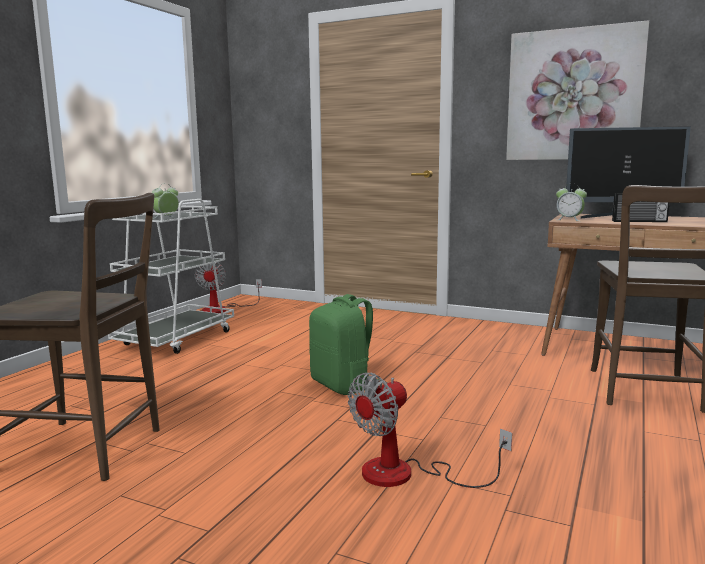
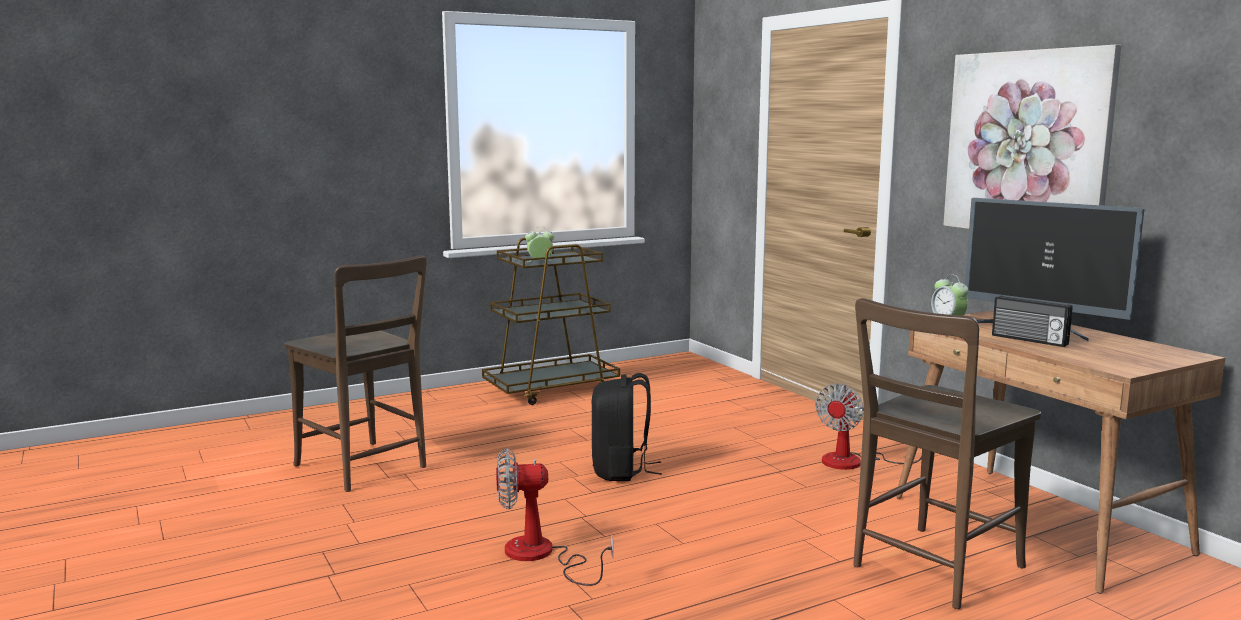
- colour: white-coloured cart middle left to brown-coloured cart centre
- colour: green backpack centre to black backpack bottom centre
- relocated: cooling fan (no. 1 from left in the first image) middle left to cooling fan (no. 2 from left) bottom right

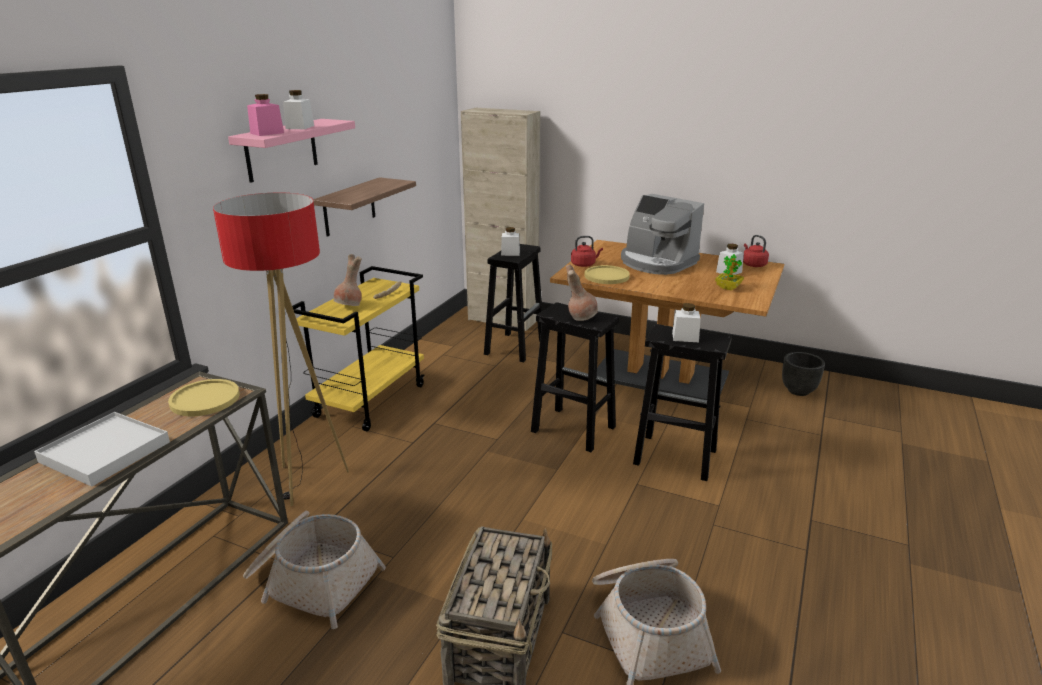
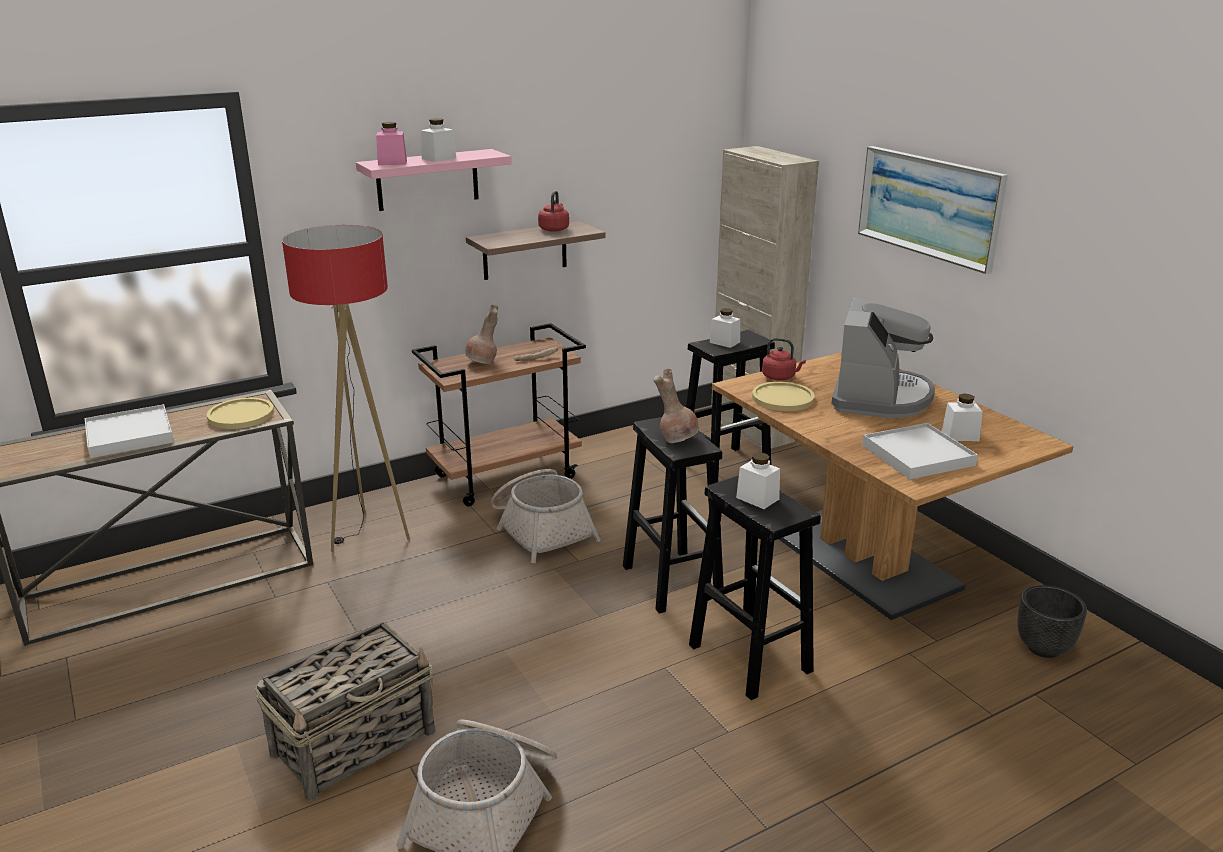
- colour: yellow-coloured cart centre to brown-coloured cart centre
- relocated: basket (no. 1 from left in the first image) bottom left to basket (no. 3 from left) centre
- relocated: red kettle (no. 2 from left in the first image) middle right to red kettle (no. 1 from left) top centre
- spun: coffee brewer centre = middle right 150 degrees counterclockwise
- appeared: wall picture top right
- exchanged: potted plant middle right to white-coloured tray (no. 2 from left) middle right

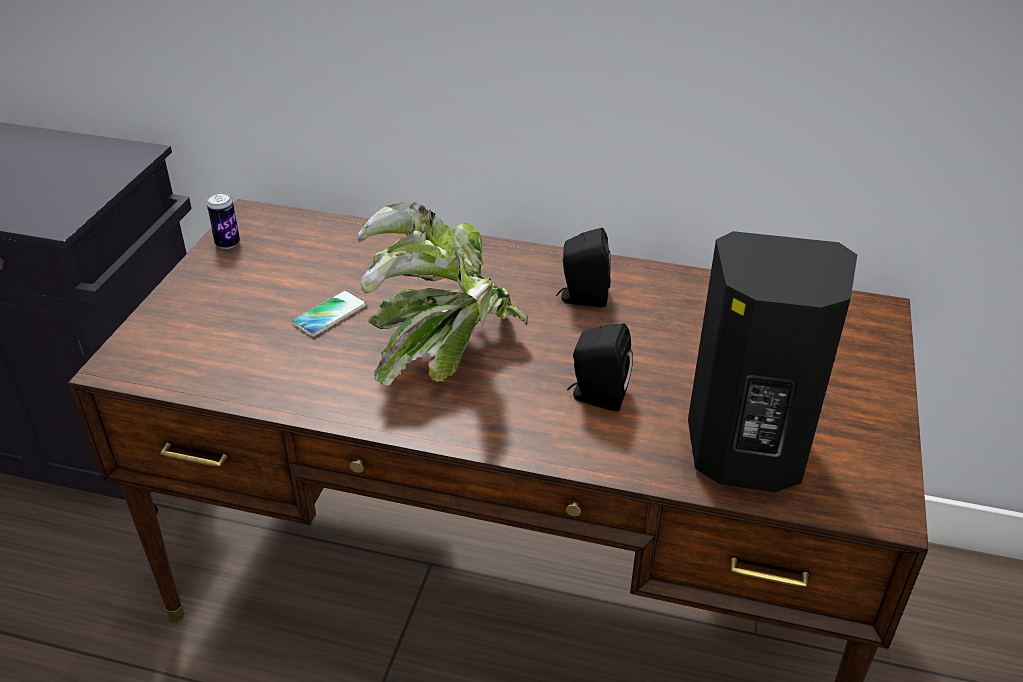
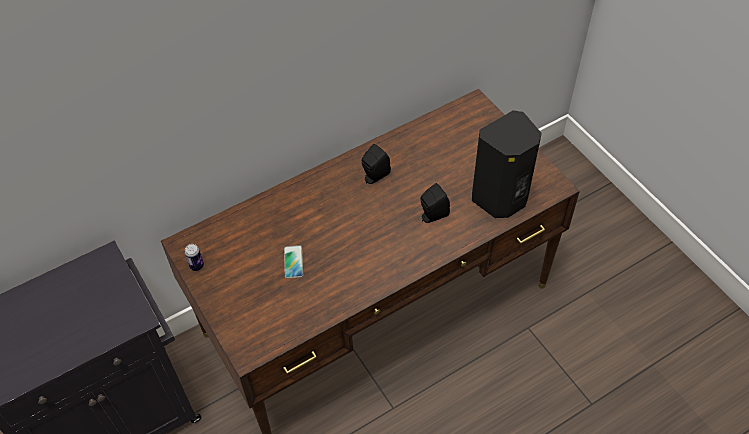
- missing: potted plant centre

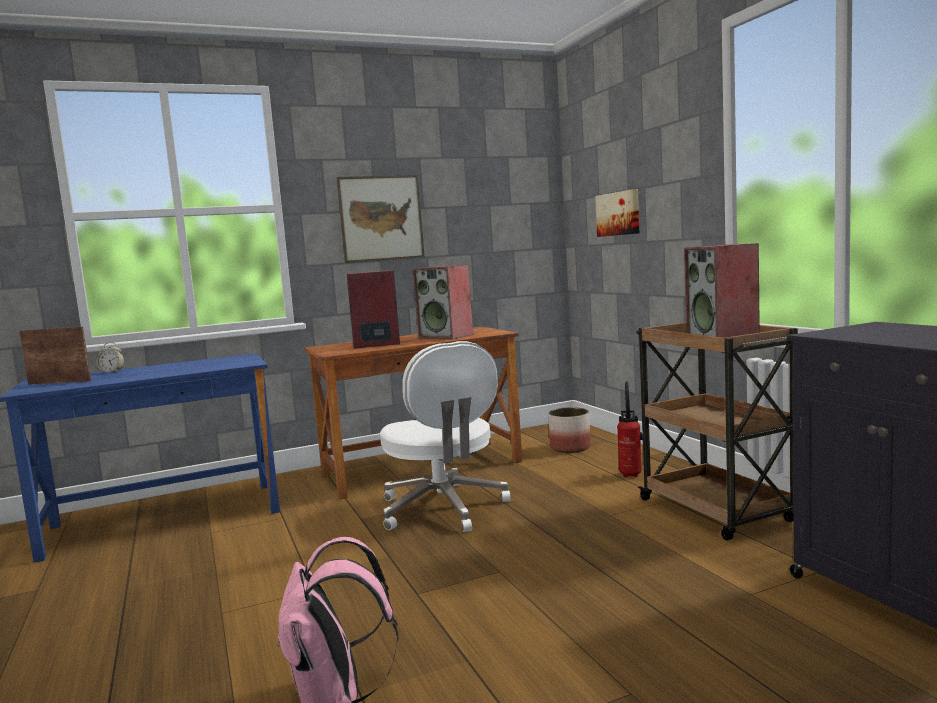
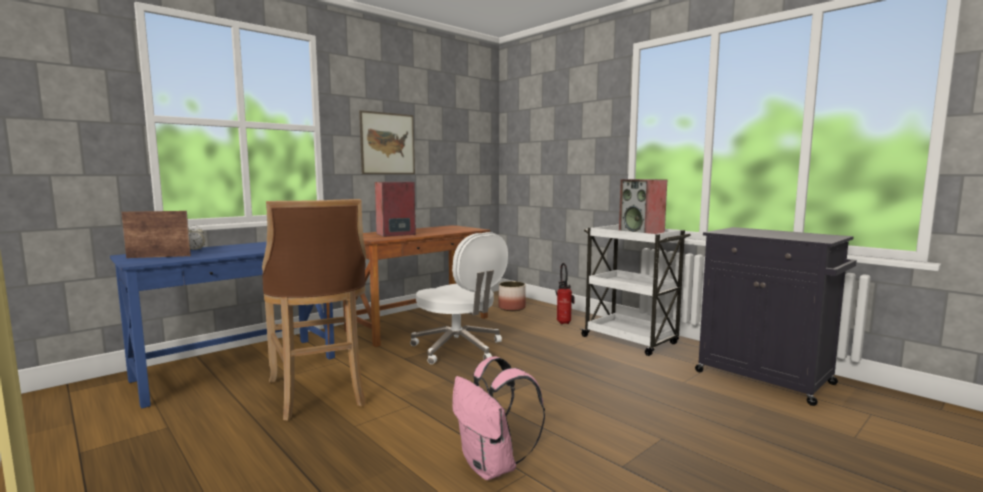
- appeared: brown-coloured sitting stool middle left
- colour: brown-coloured cart middle right to white-coloured cart centre
- missing: speaker (no. 2 from left) centre
- missing: wall picture (no. 2 from left) top centre

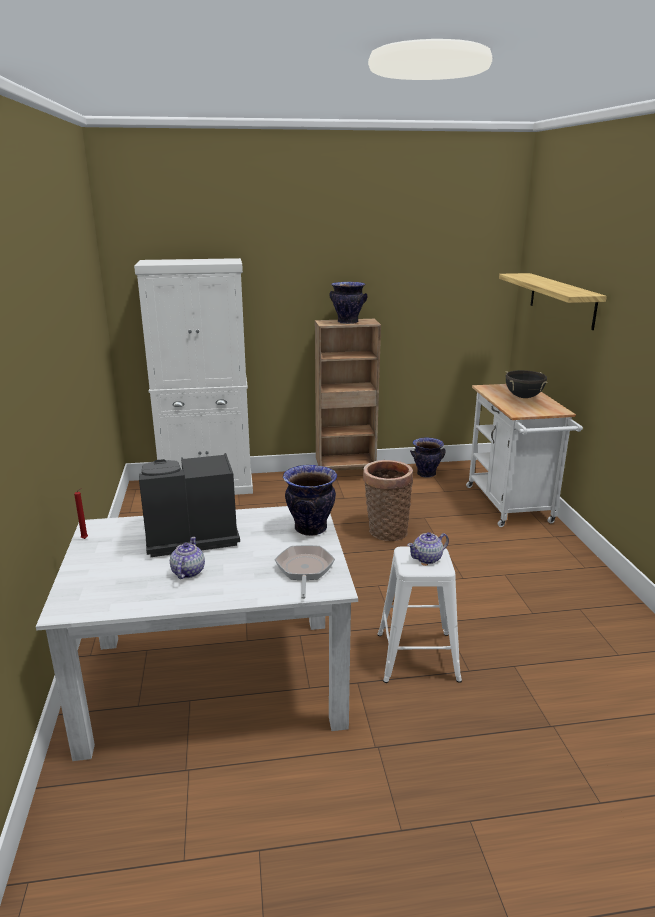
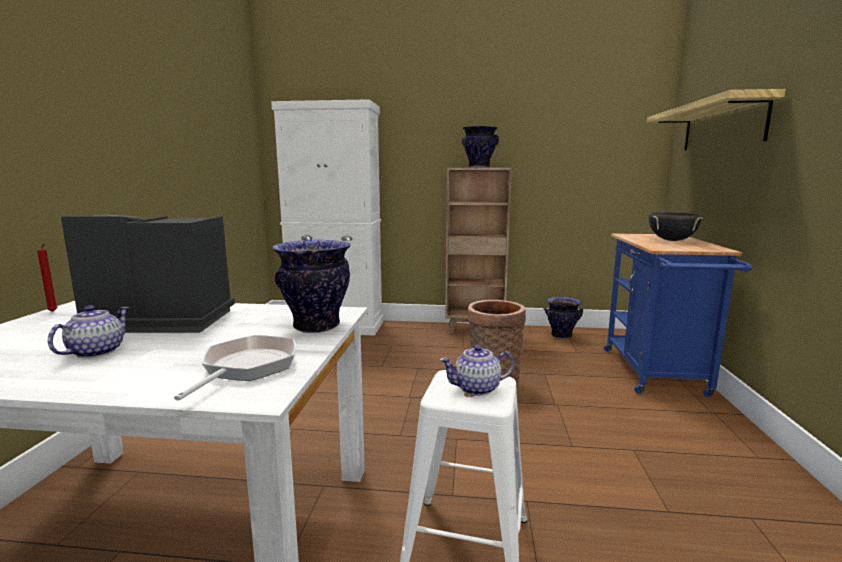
- colour: white-coloured cart middle right to blue-coloured cart middle right

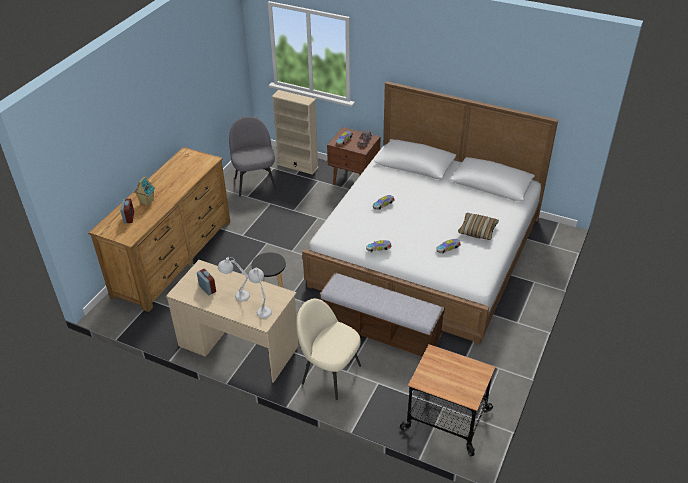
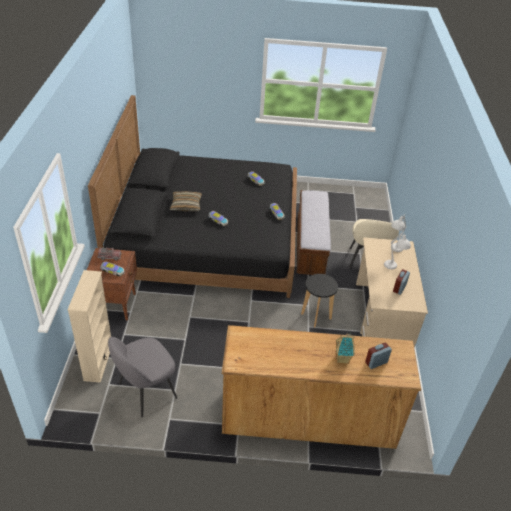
- colour: white-coloured bedroom bed centre to black bedroom bed centre
- relocated: cushion middle right to centre
- missing: cart bottom centre

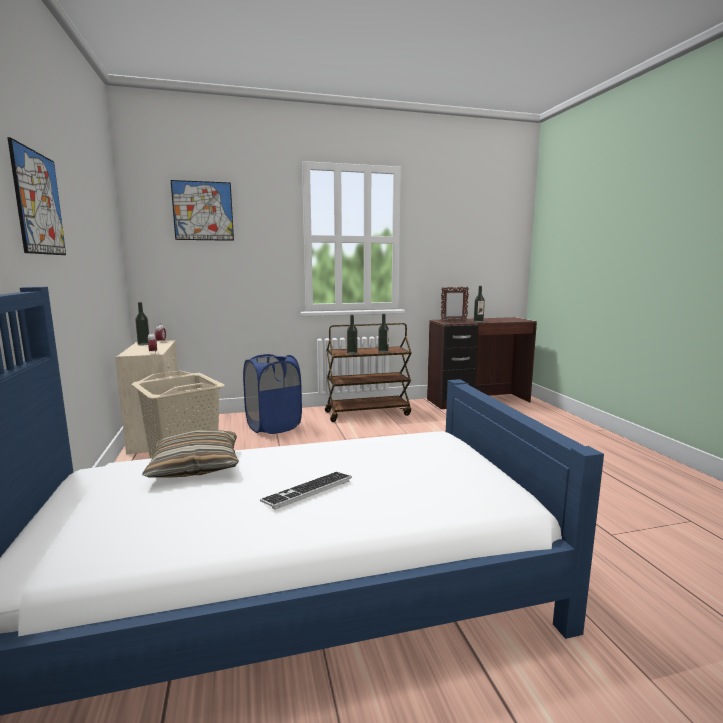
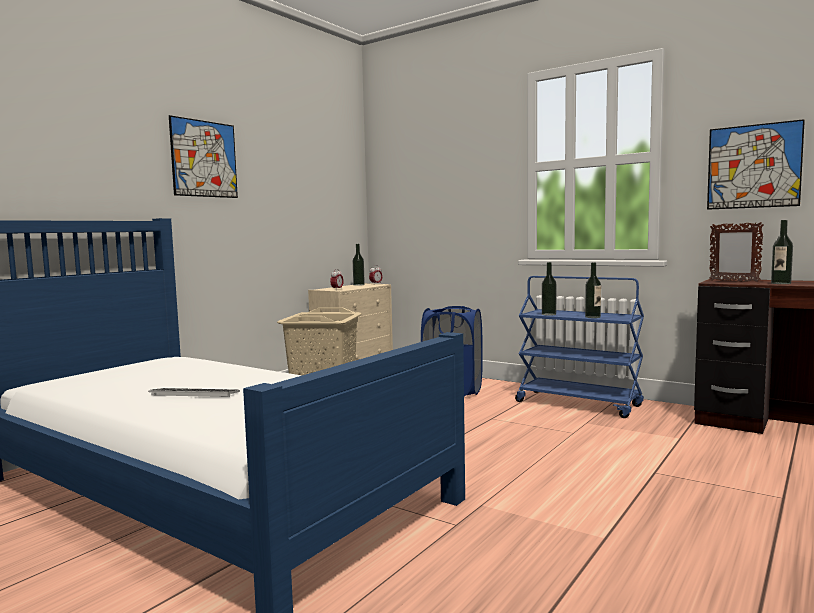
- colour: brown-coloured cart centre to blue-coloured cart middle right
- relocated: wall picture (no. 2 from left) top left to top right
- missing: cushion middle left

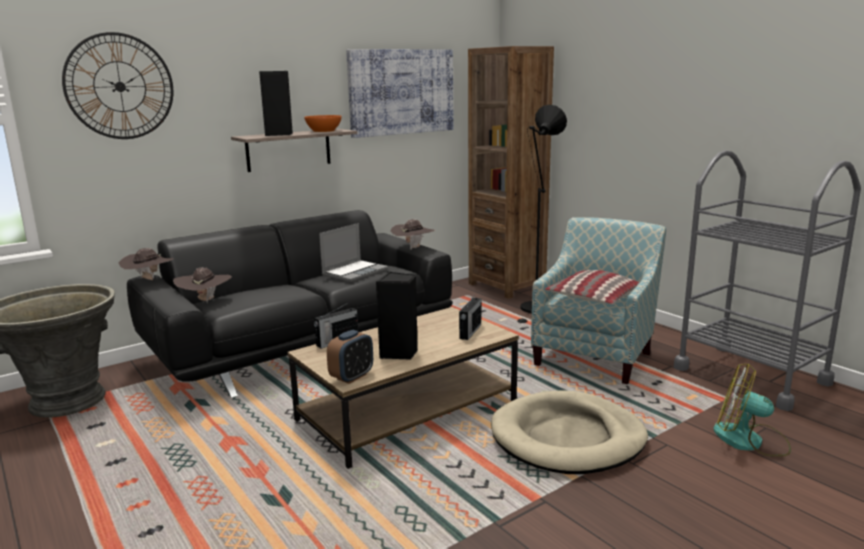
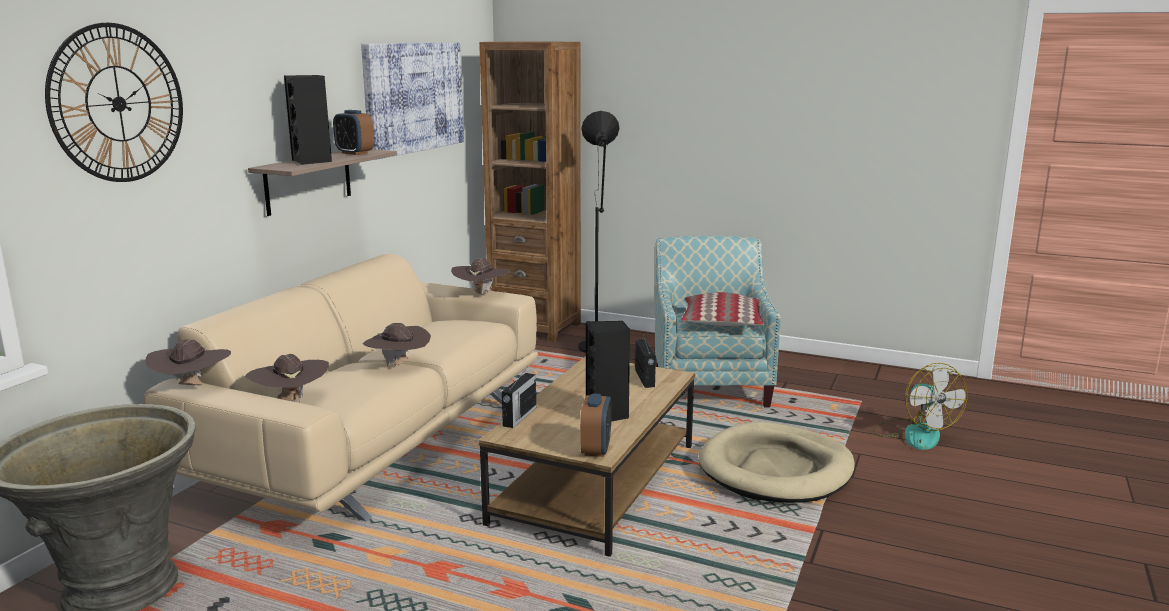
- colour: black couch centre to beige couch middle left
- exchanged: orange-coloured bowl top centre to table clock (no. 1 from left) top left
- appeared: brown-coloured hat (no. 3 from left) centre
- spun: cooling fan bottom right = middle right 105 degrees counterclockwise
- missing: notebook computer centre
- missing: greyish cart middle right

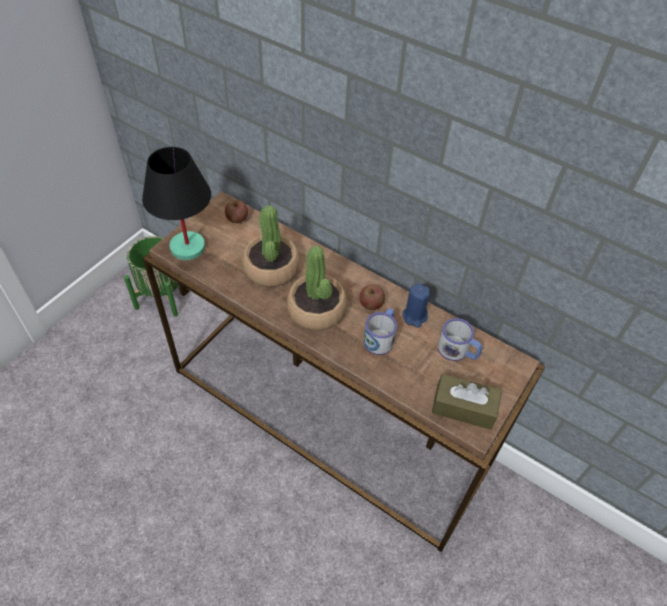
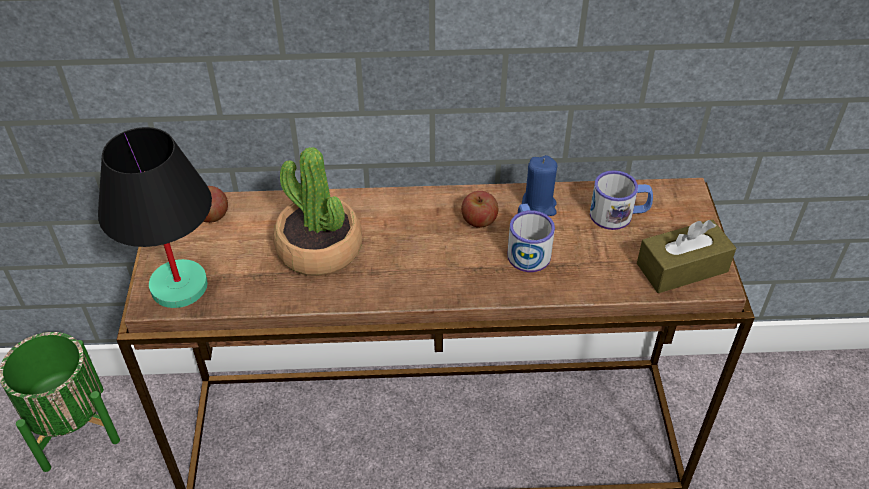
- missing: potted plant (no. 2 from left) centre

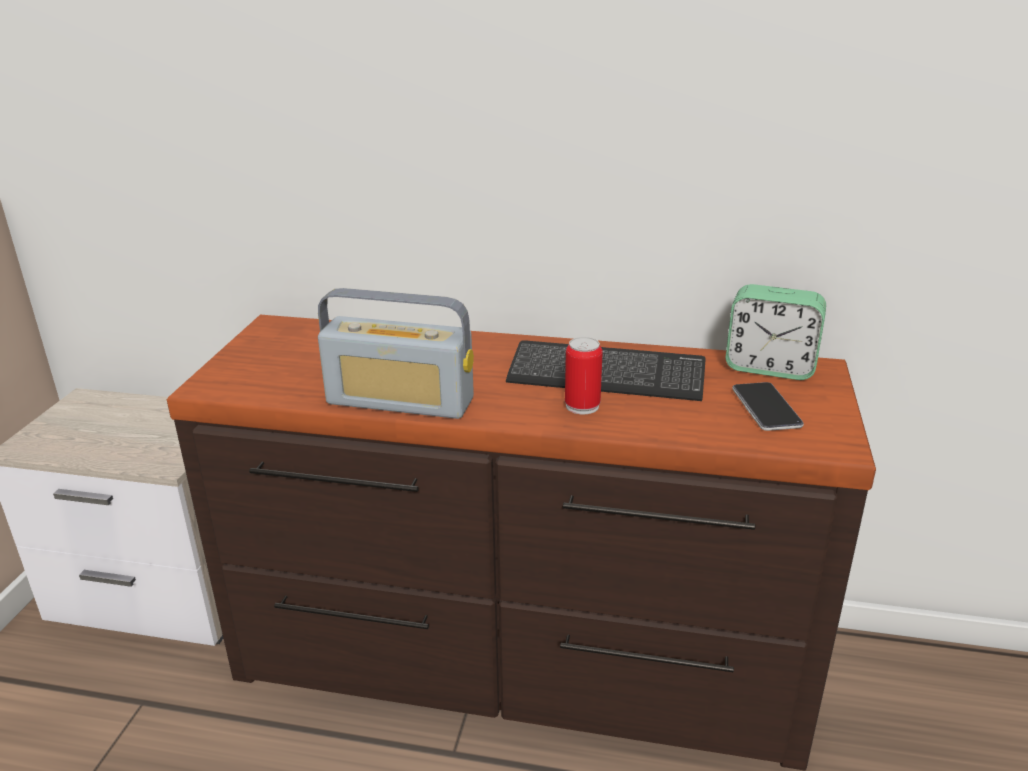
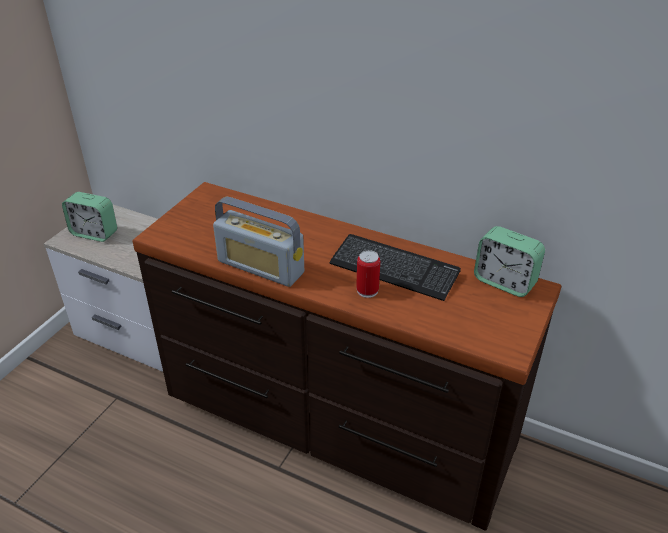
- appeared: table clock (no. 1 from left) middle left
- missing: handset middle right

